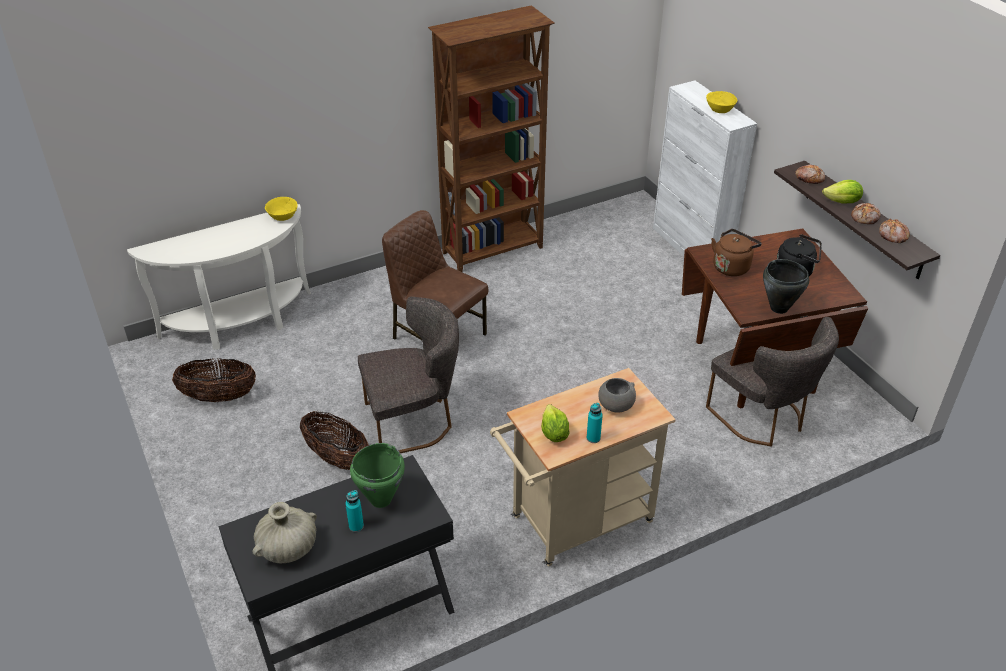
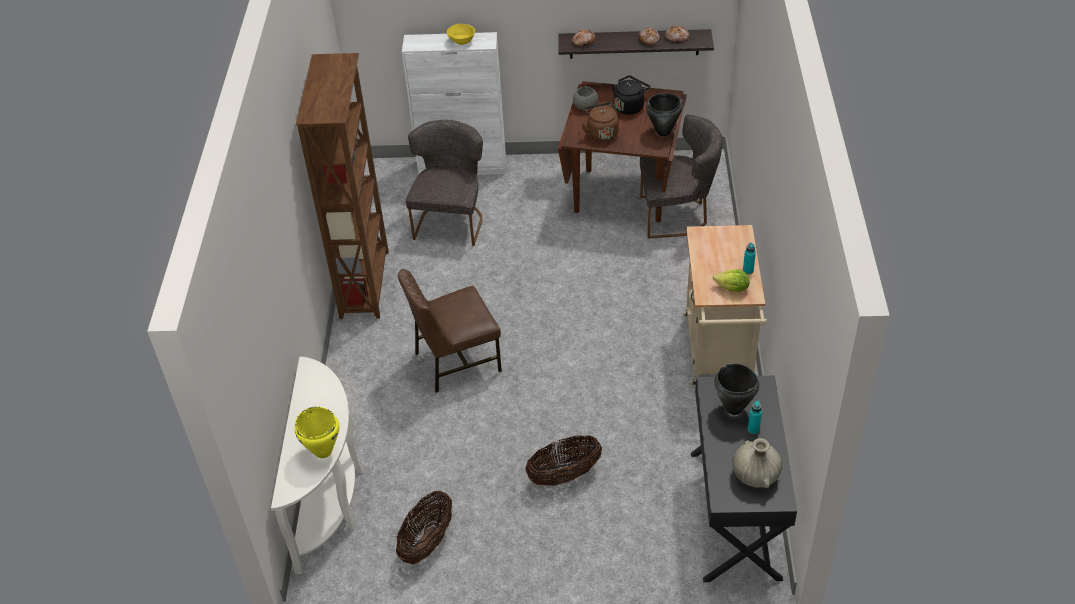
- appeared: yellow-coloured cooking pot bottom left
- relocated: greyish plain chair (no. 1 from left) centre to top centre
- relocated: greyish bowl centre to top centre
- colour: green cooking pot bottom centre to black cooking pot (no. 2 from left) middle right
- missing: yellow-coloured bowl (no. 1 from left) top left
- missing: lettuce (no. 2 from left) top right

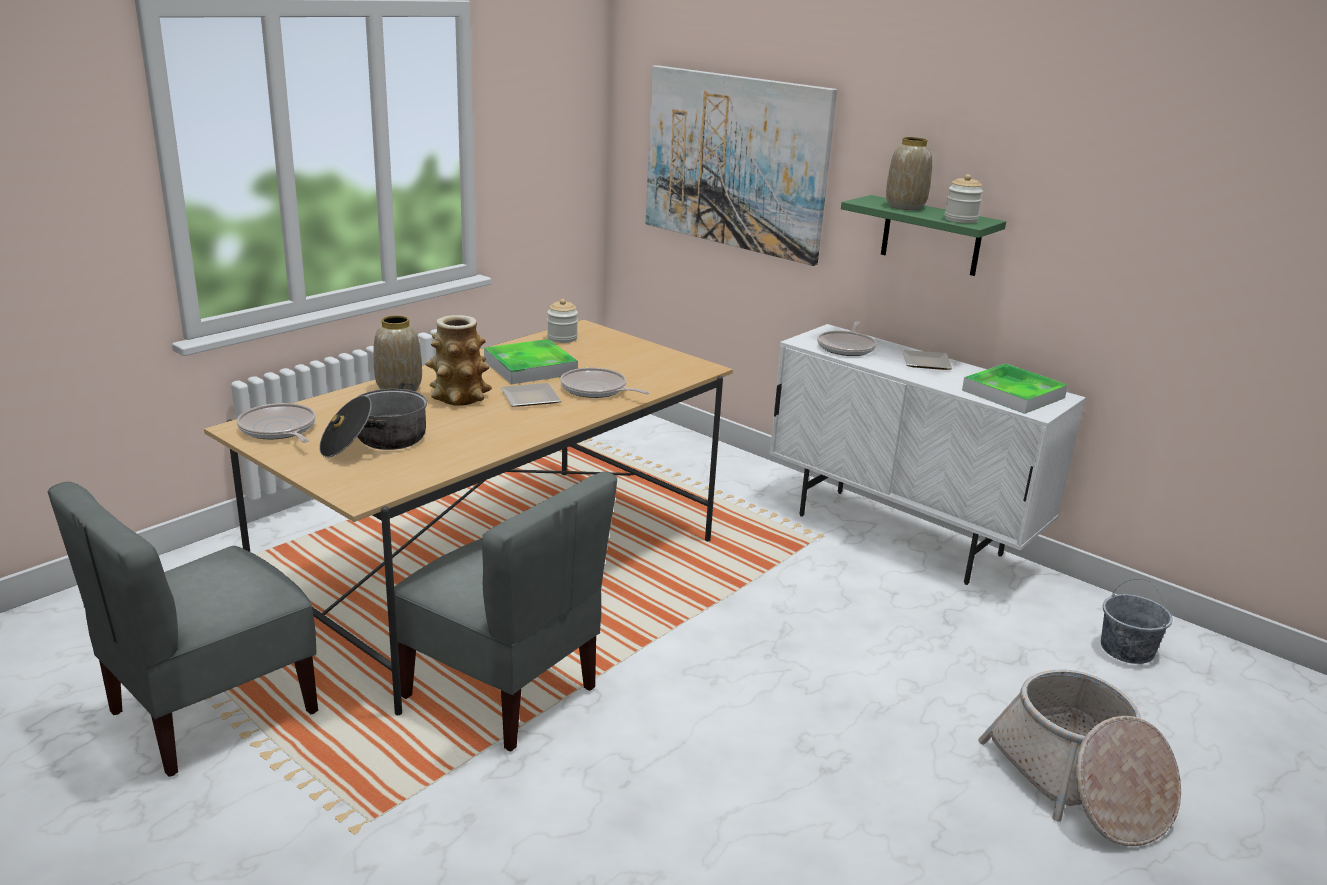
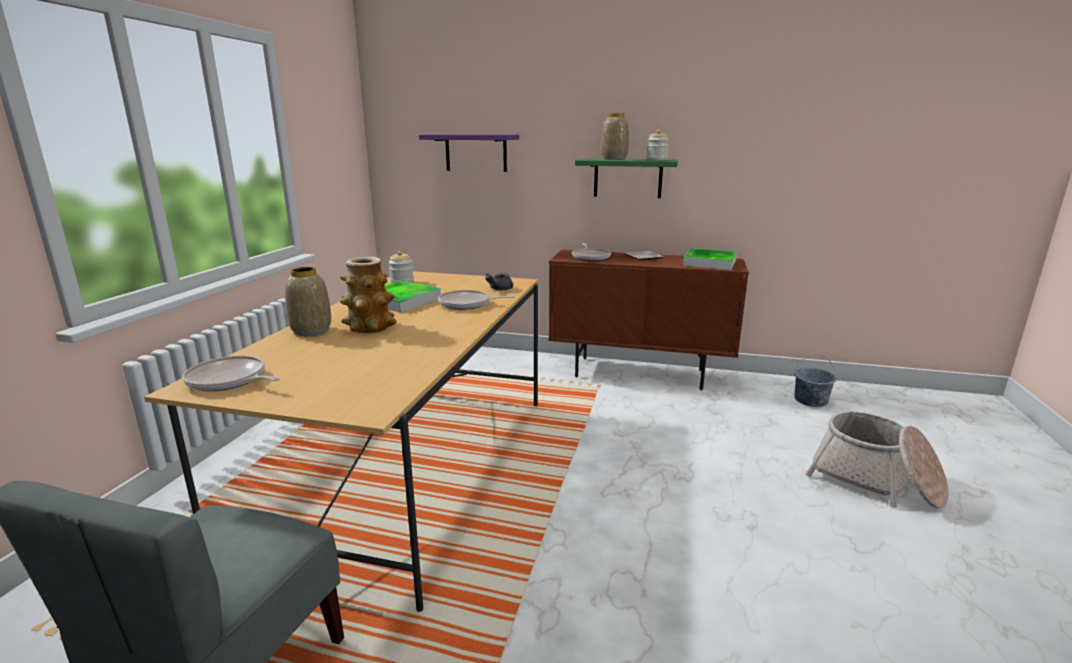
- exchanged: wall picture top centre to purple bracket shelf top centre
- appeared: greyish tea pot centre
- colour: white-coloured cabinet middle right to brown-coloured cabinet centre
- missing: cooking pot middle left
- missing: greyish plain chair (no. 2 from left) bottom centre
- missing: plate (no. 1 from left) centre

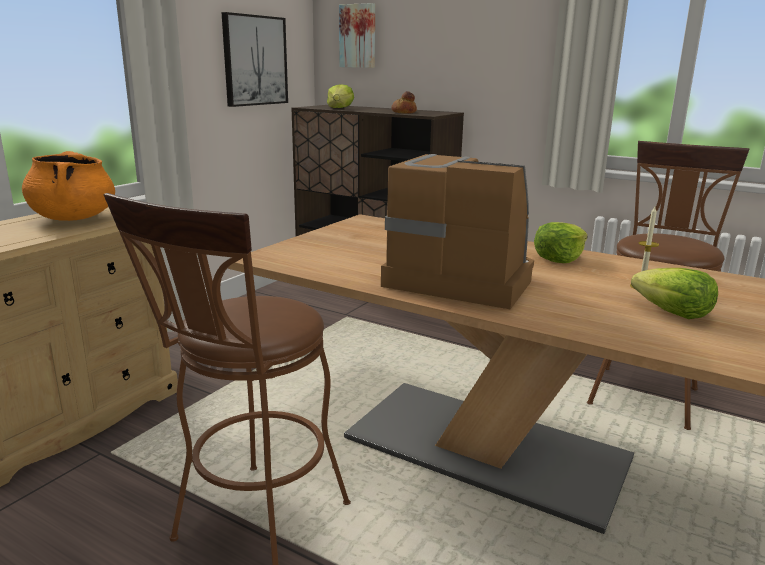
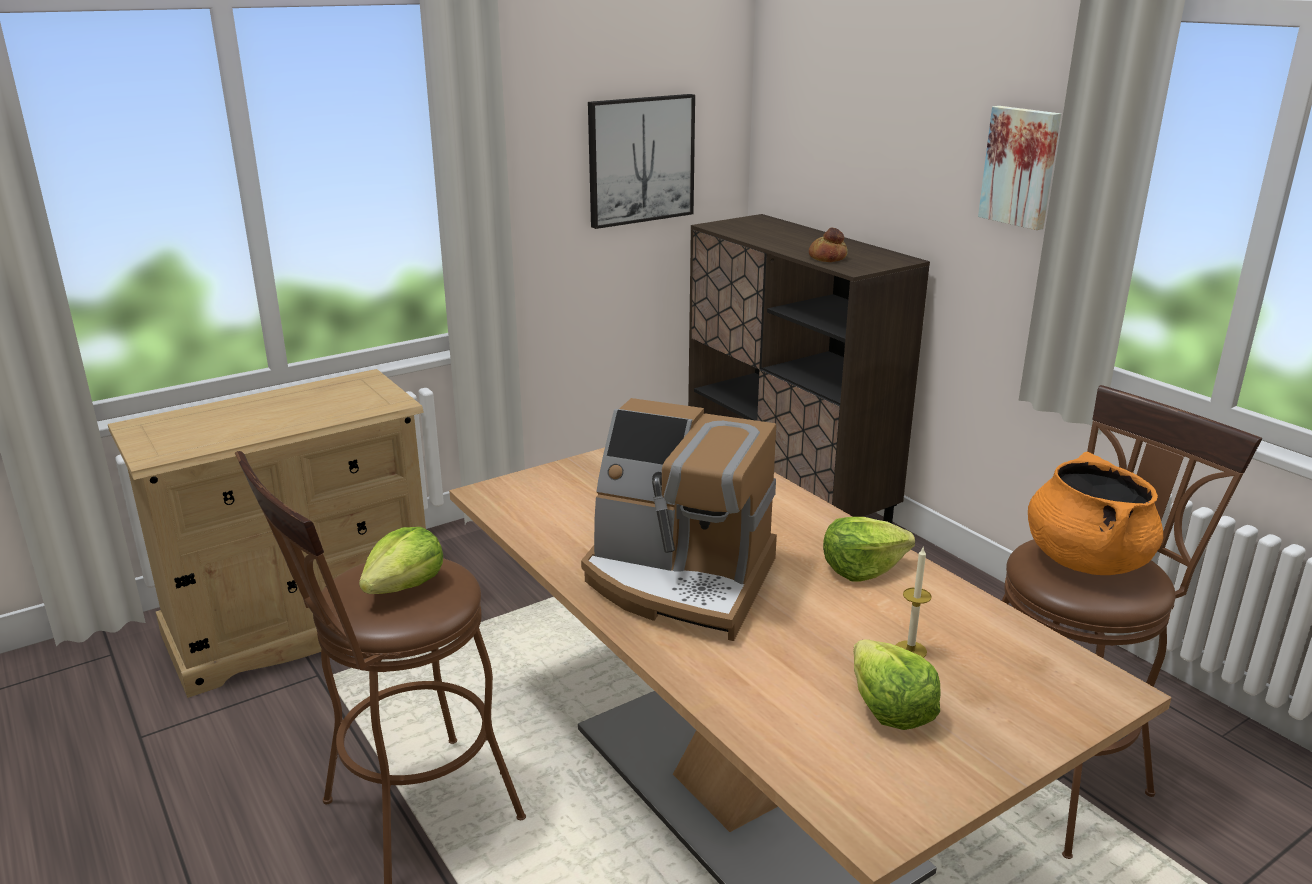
- relocated: lettuce (no. 1 from left) top centre to middle left
- spun: coffee brewer centre = centre 150 degrees clockwise
- relocated: wall picture (no. 2 from left) top centre to top right
- relocated: orange-coloured cooking pot top left to middle right

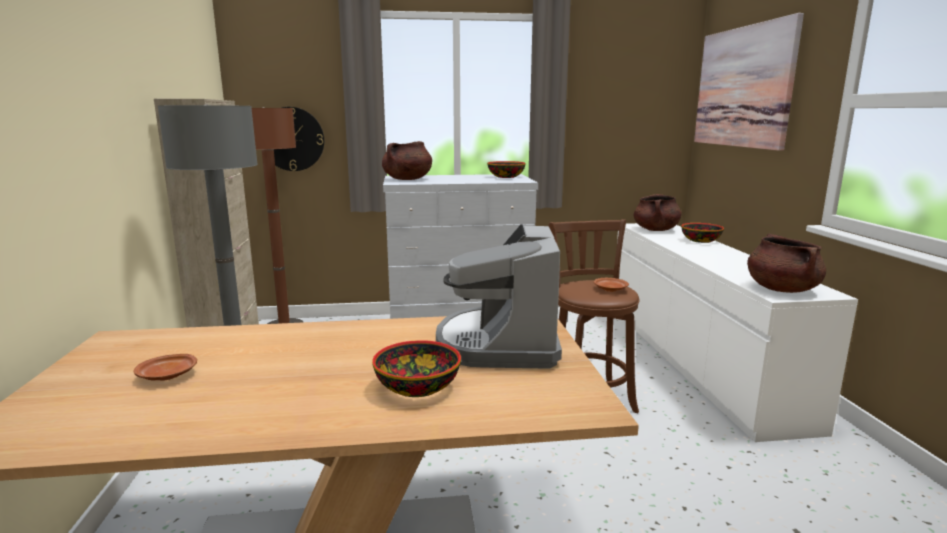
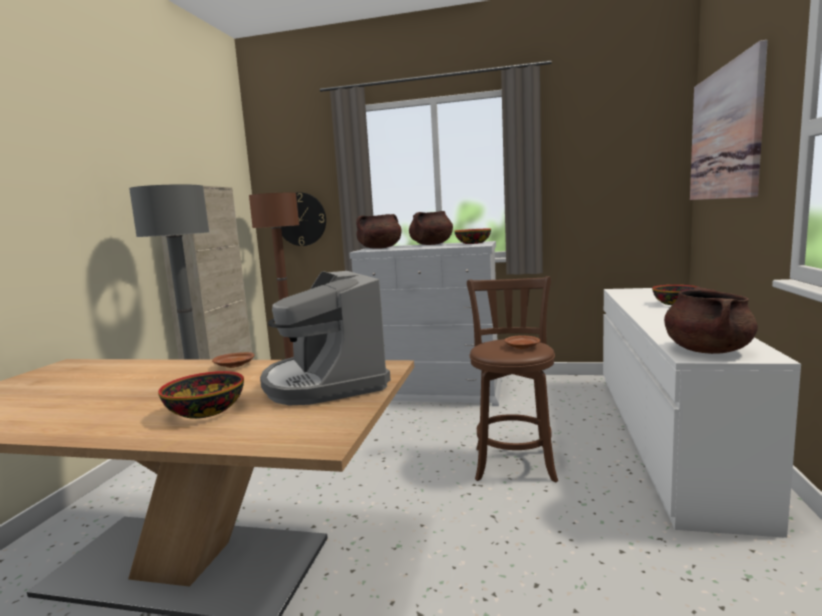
- relocated: brown-coloured plate (no. 1 from left) bottom left to middle left
- spun: coffee brewer centre = centre 45 degrees counterclockwise
- relocated: brown-coloured cooking pot (no. 2 from left) middle right to centre

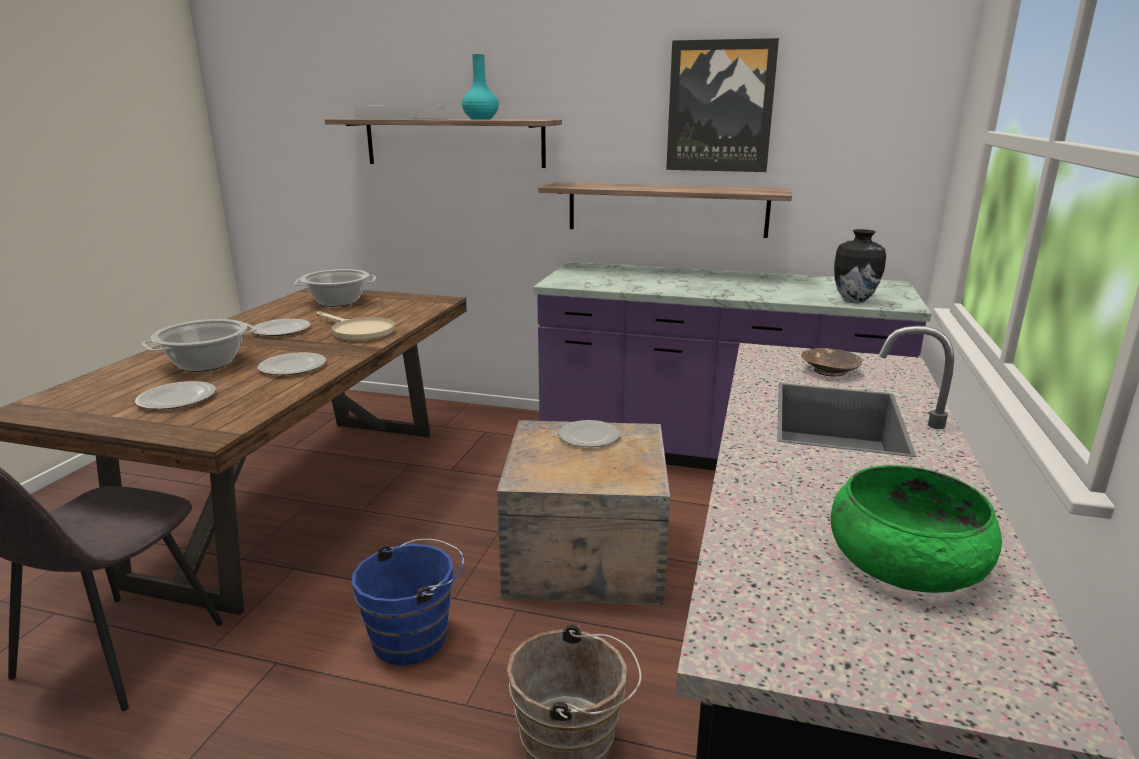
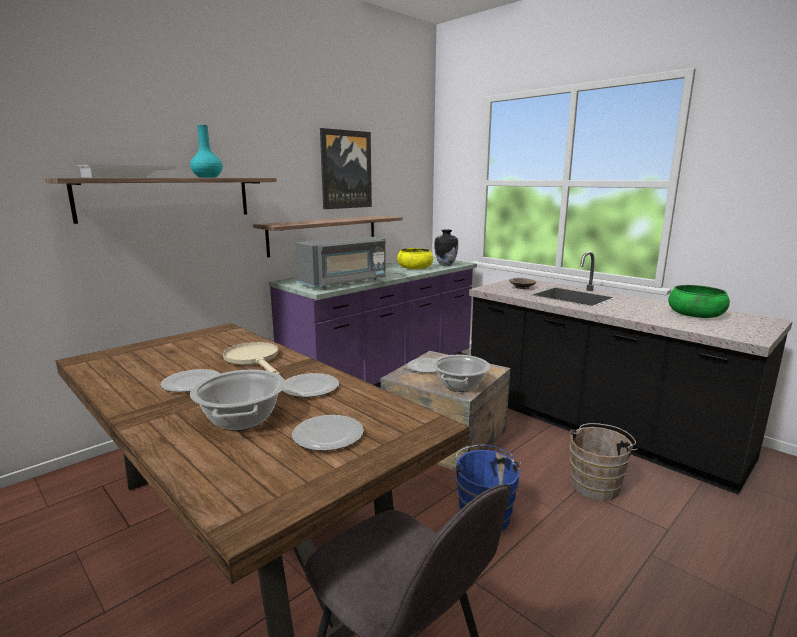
- spun: beige frying pan middle left = middle left 105 degrees counterclockwise
- appeared: greyish kitchen microwave centre
- appeared: yellow-coloured bowl centre
- relocated: cooking pot (no. 2 from left) middle left to centre

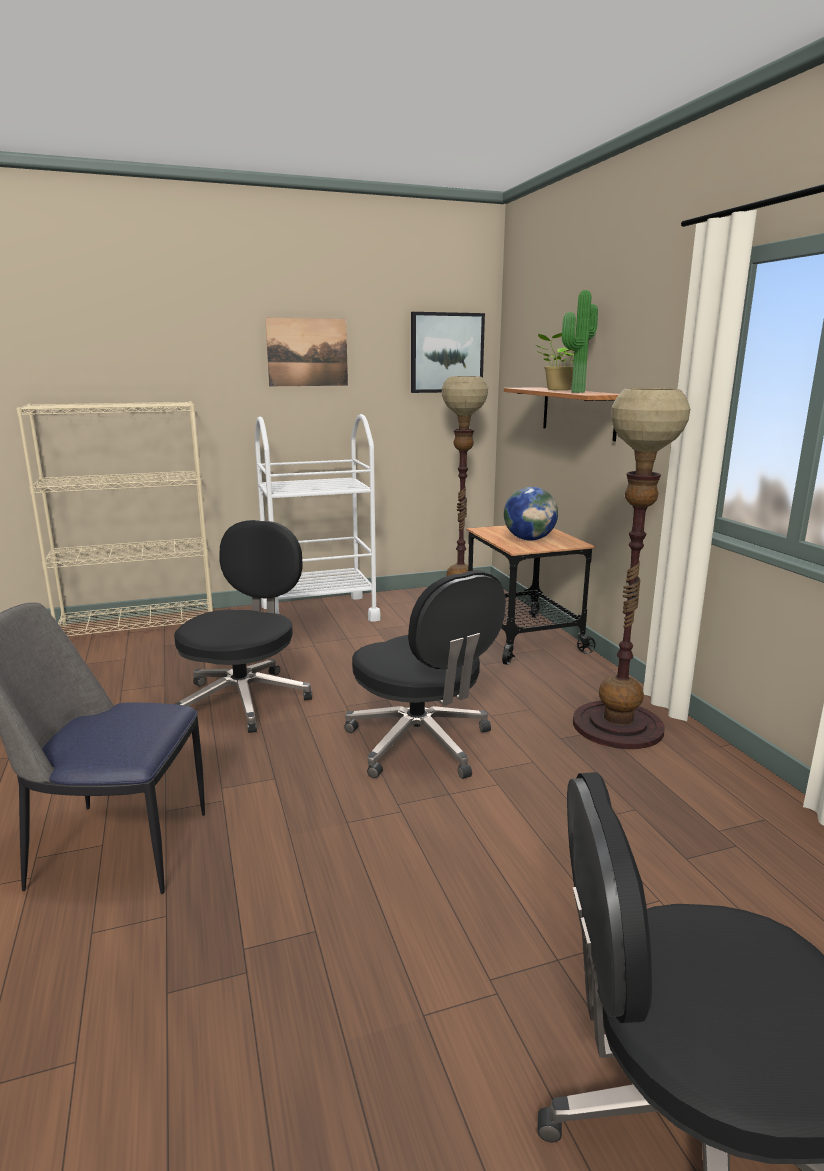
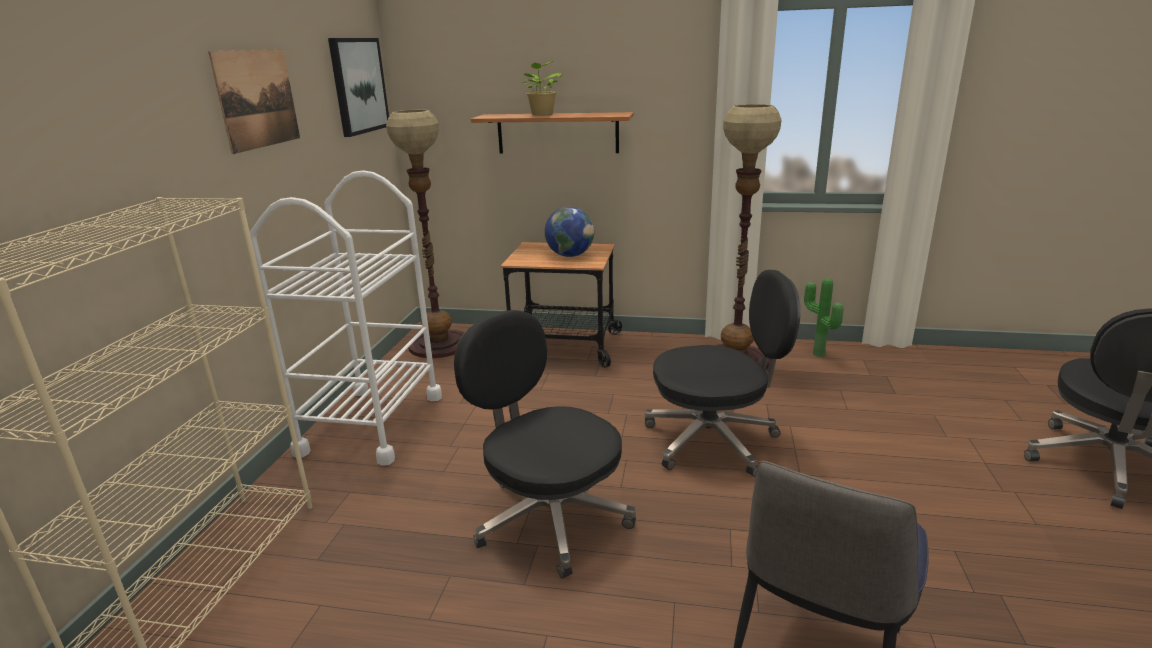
- relocated: potted plant (no. 2 from left) top right to middle right

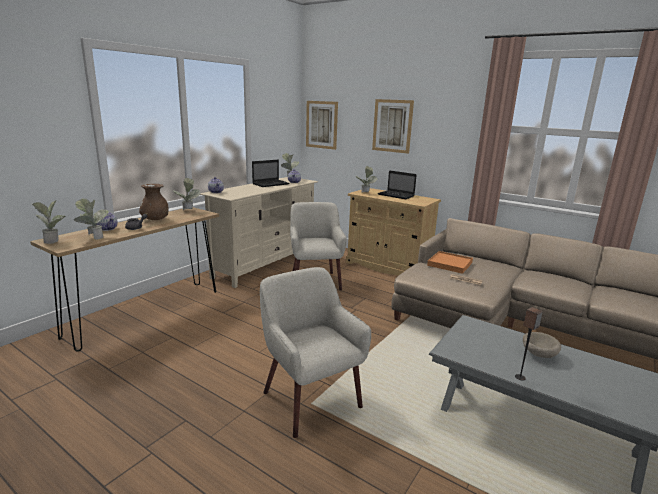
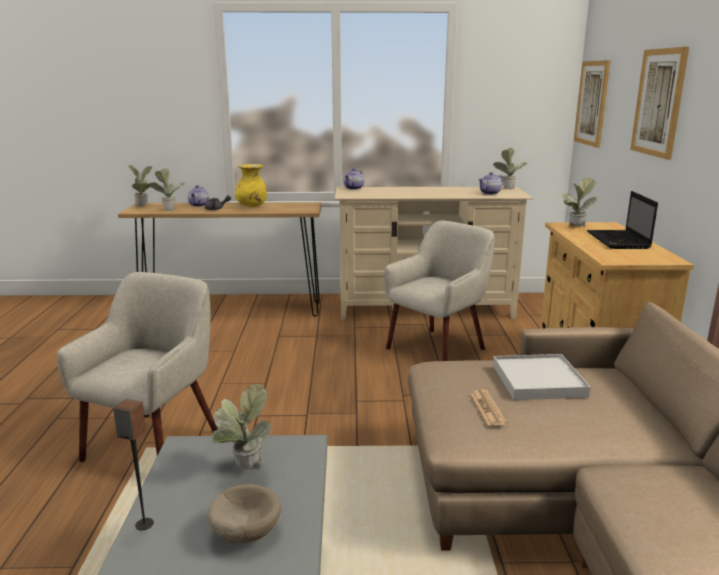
- relocated: potted plant (no. 3 from left) middle left to bottom centre
- colour: brown-coloured decorative vase middle left to yellow-coloured decorative vase top centre
- colour: orange-coloured tray middle right to white-coloured tray middle right
- missing: notebook computer (no. 1 from left) centre

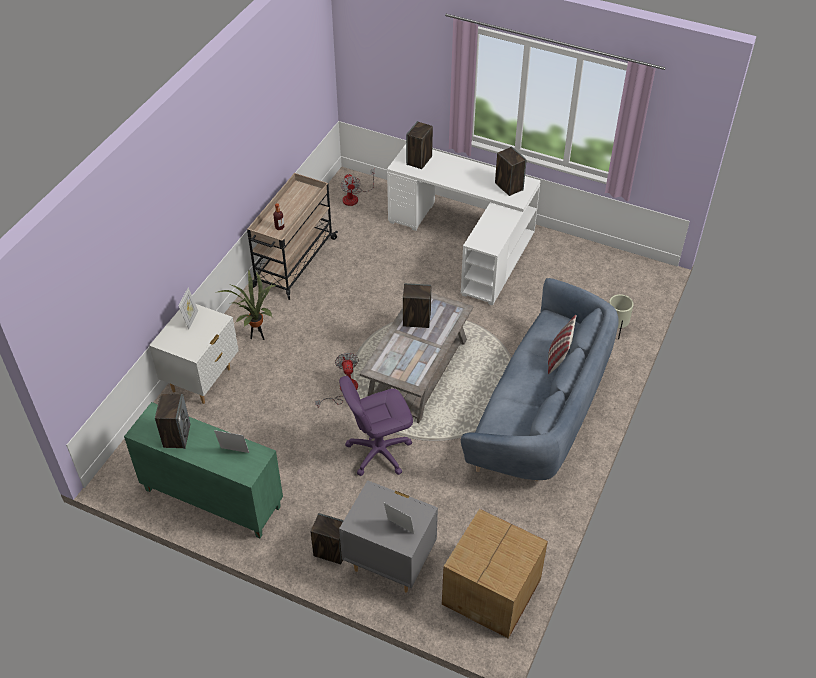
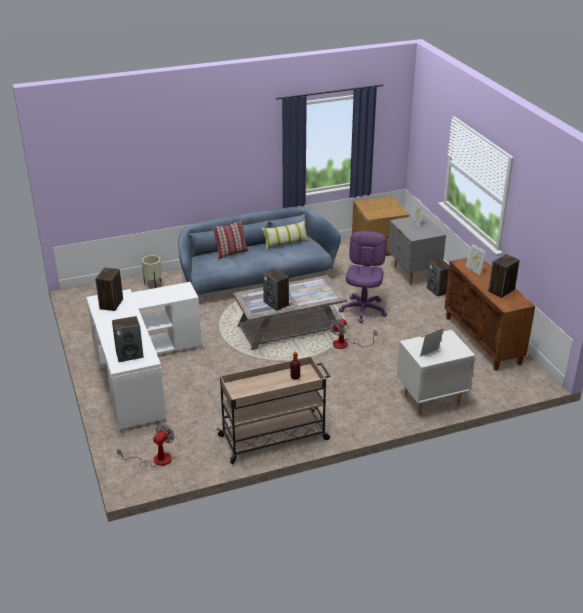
- appeared: cushion (no. 2 from left) centre
- spun: purple computer chair centre = centre 105 degrees counterclockwise
- colour: green cabinet bottom left to brown-coloured cabinet middle right
- missing: potted plant middle left

